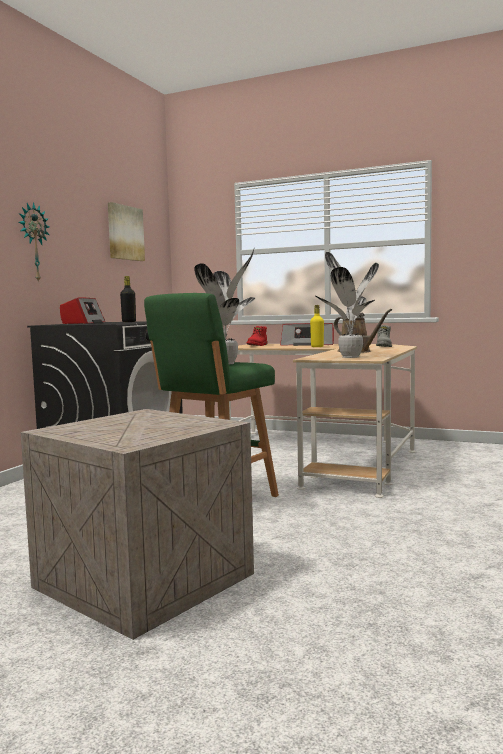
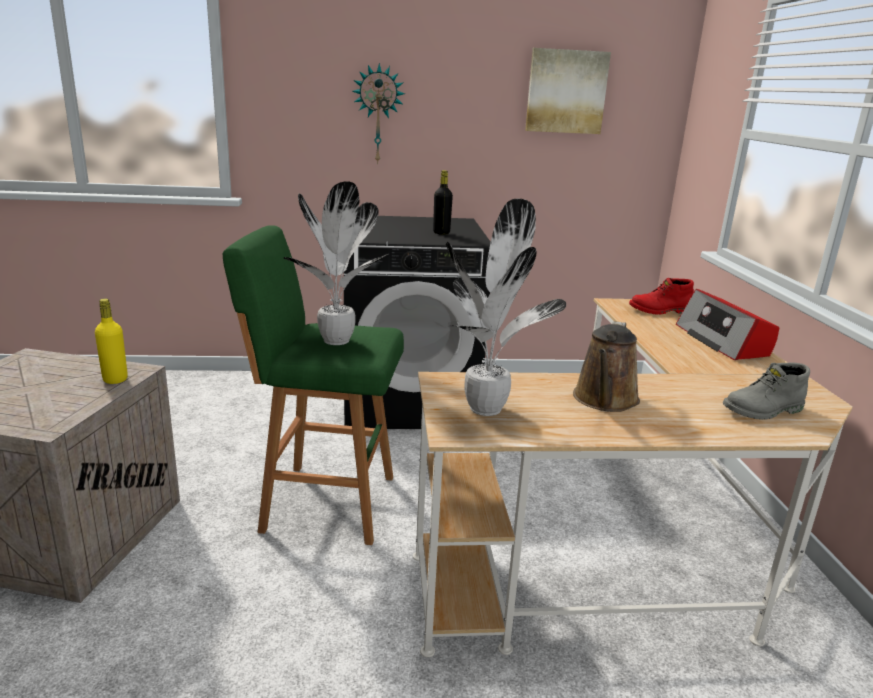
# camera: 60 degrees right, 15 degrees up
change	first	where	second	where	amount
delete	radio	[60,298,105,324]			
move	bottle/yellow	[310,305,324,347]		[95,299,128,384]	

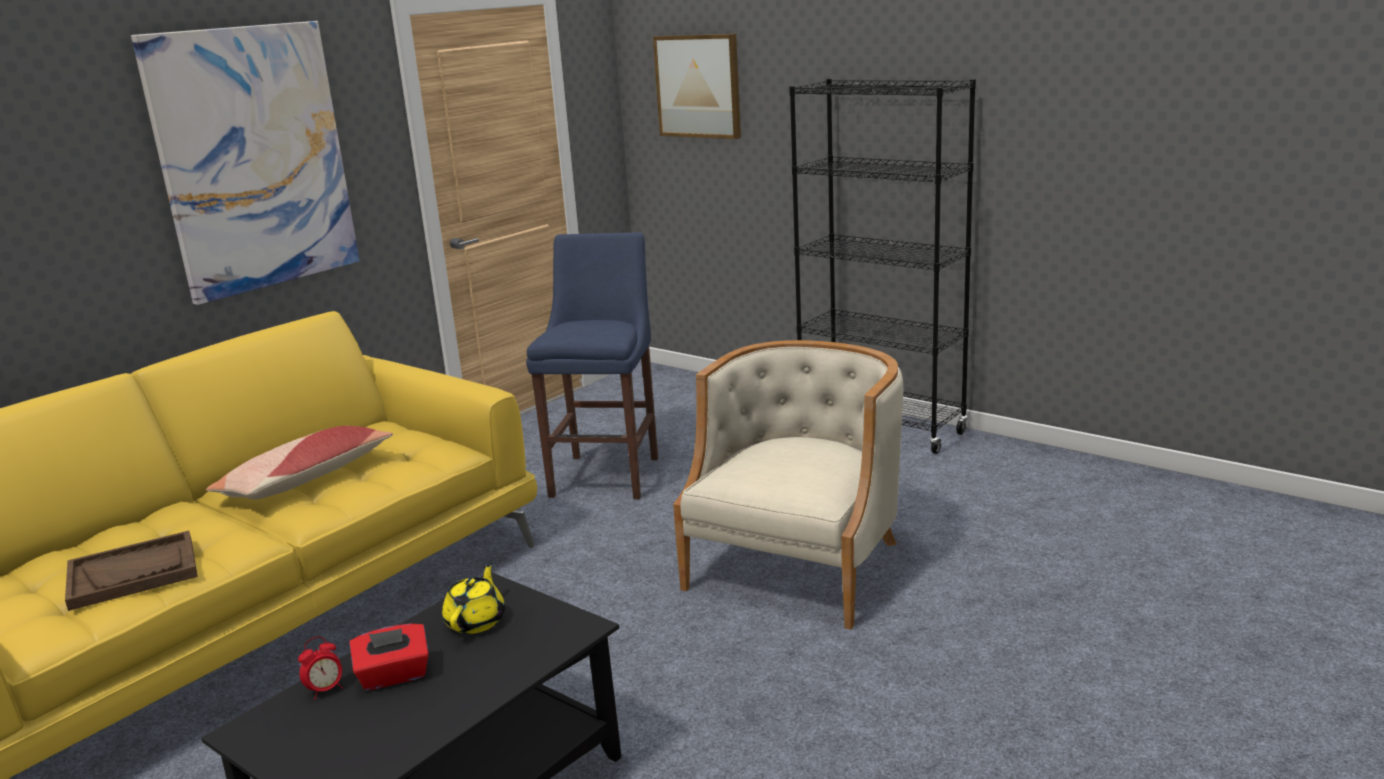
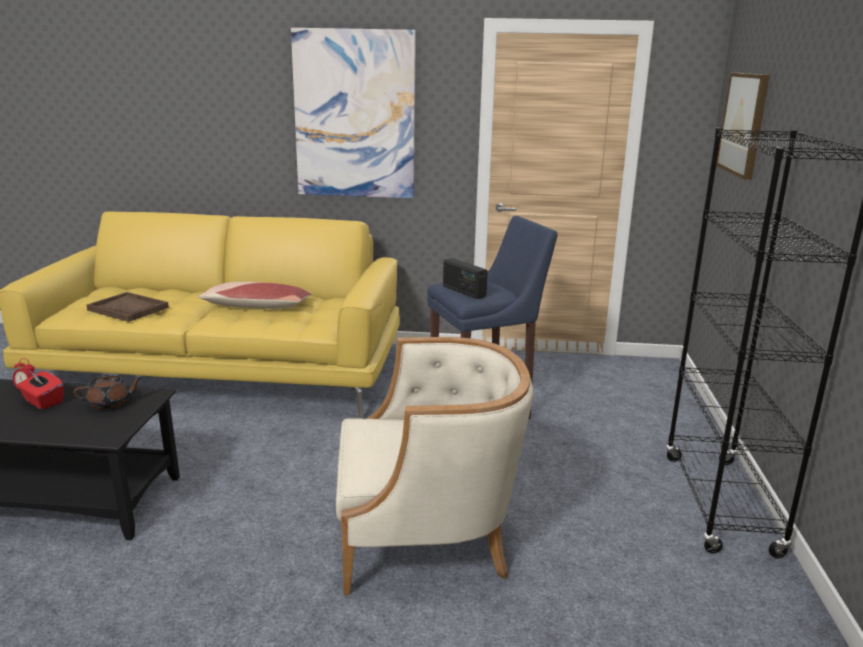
# camera: 55 degrees right, 0 degrees up
change	first	where	second	where	amount
recolor	teapot/yellow	[442,562,505,634]	teapot/brown	[73,375,143,410]	
insert			radio	[443,258,488,299]	

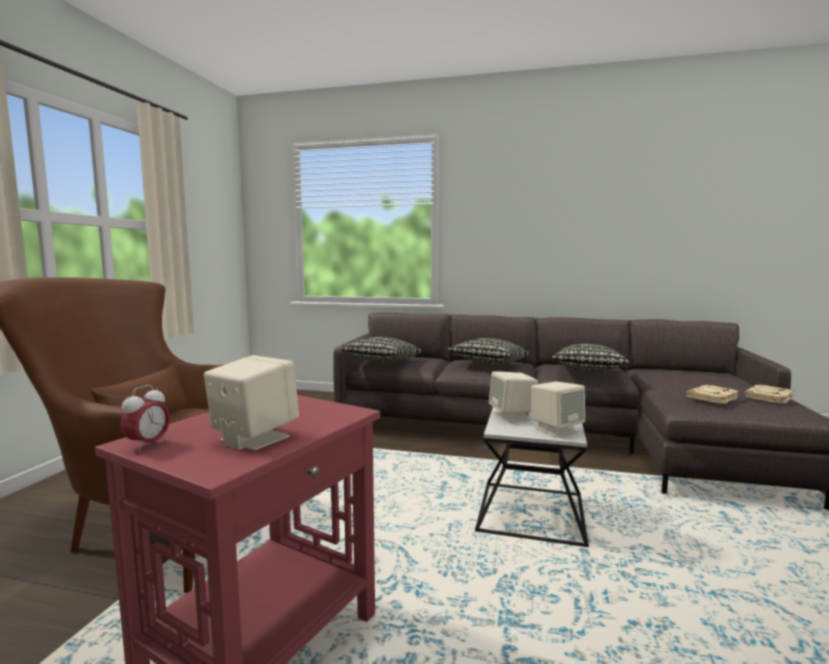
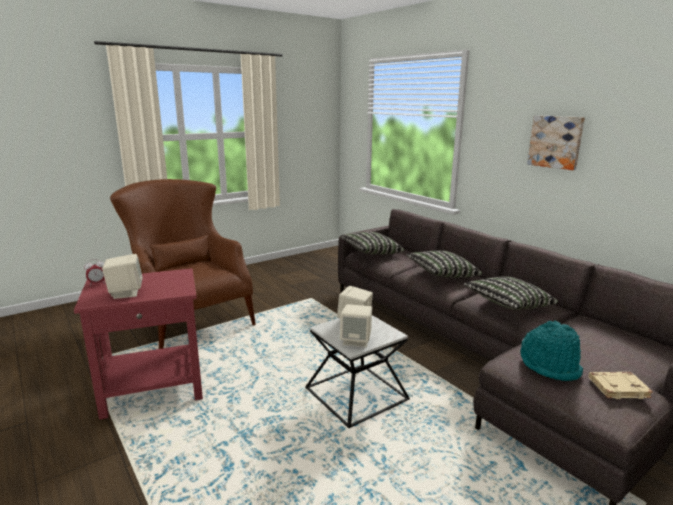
# camera: 40 degrees right, 10 degrees up
change	first	where	second	where	amount
replace	volume/beige-coloured	[687,385,740,404]	wearable hat/turquoise-coloured	[520,320,583,381]	
insert			wall art	[527,115,585,170]	

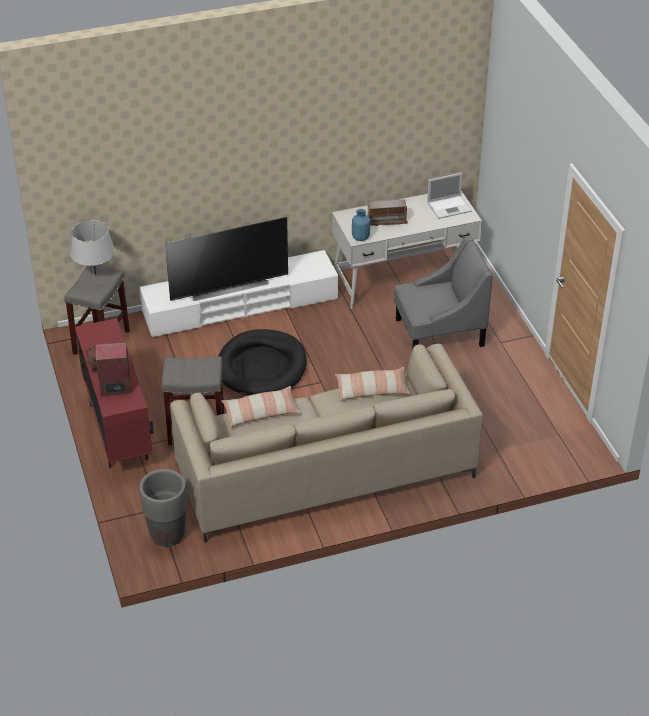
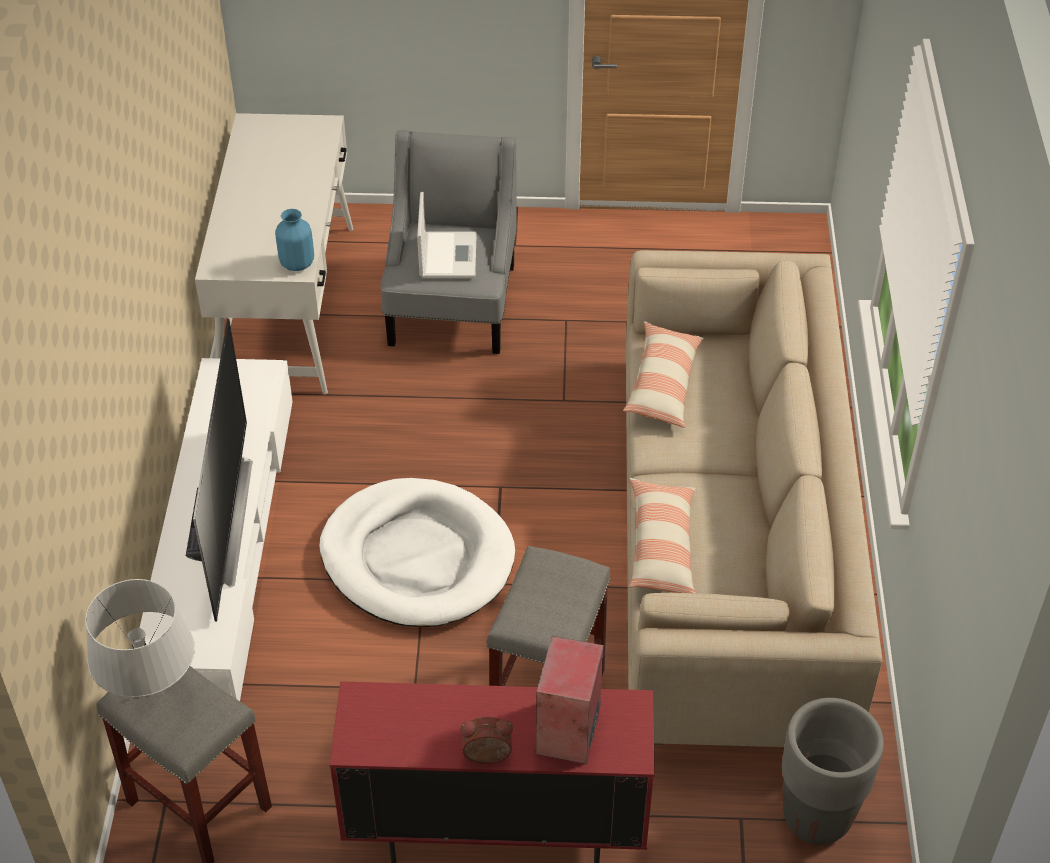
# camera: 70 degrees left, 5 degrees up
change	first	where	second	where	amount
move	notebook computer	[427,173,471,219]		[417,192,477,278]	
delete	radio	[368,199,408,226]			
recolor	pet bed/black-coloured	[218,329,306,396]	pet bed/white	[320,478,515,627]	

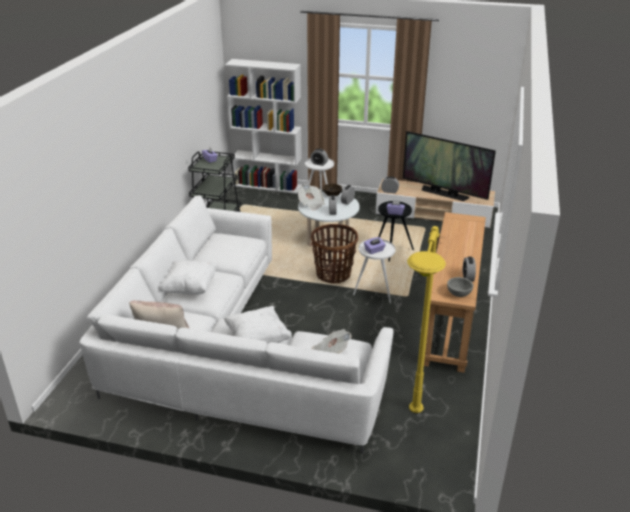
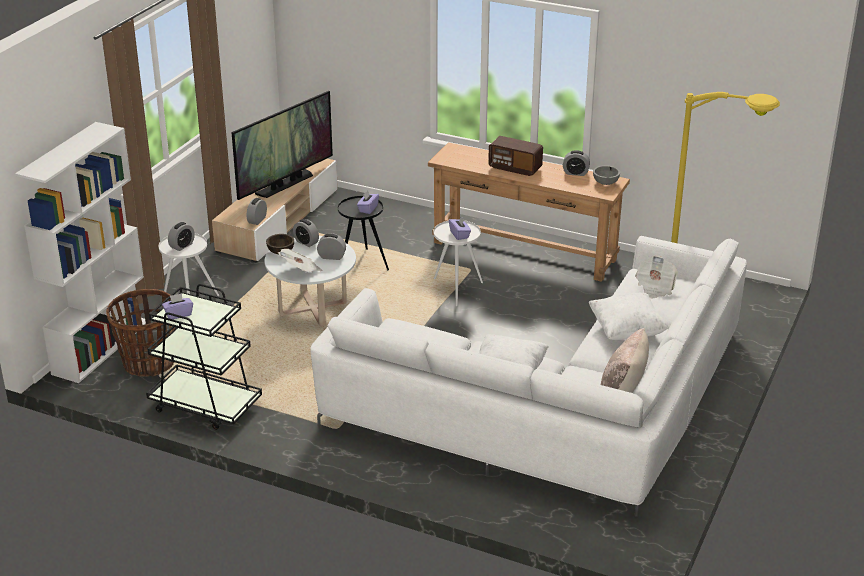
# camera: 80 degrees left, 0 degrees up
change	first	where	second	where	amount
move	storage basket	[311,224,358,284]		[106,289,176,377]	
insert			radio	[488,136,543,176]	

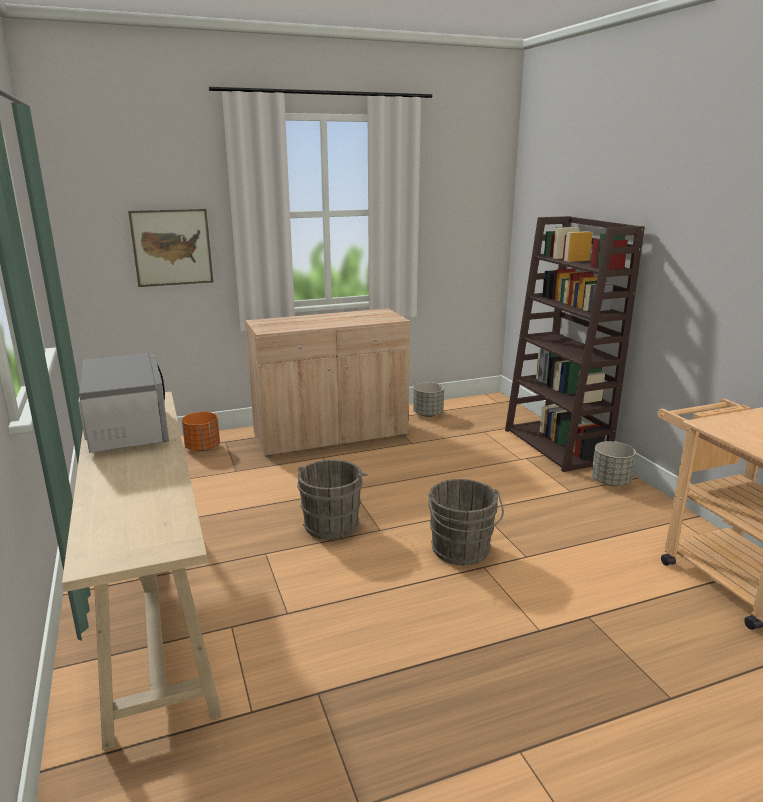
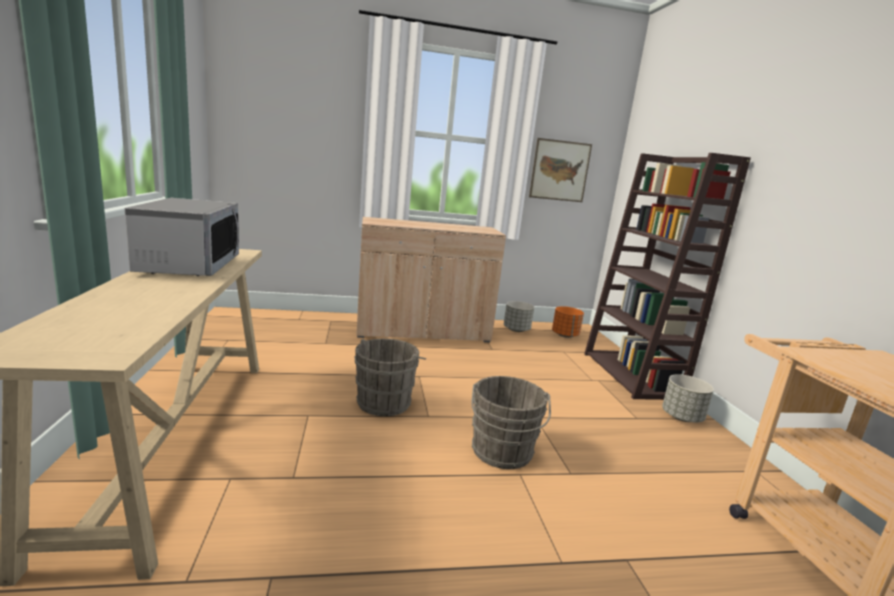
# camera: 10 degrees right, 5 degrees down
change	first	where	second	where	amount
move	wall art	[128,209,213,287]		[529,138,592,202]	
move	flower pot/orange	[182,412,220,451]		[552,306,584,338]	

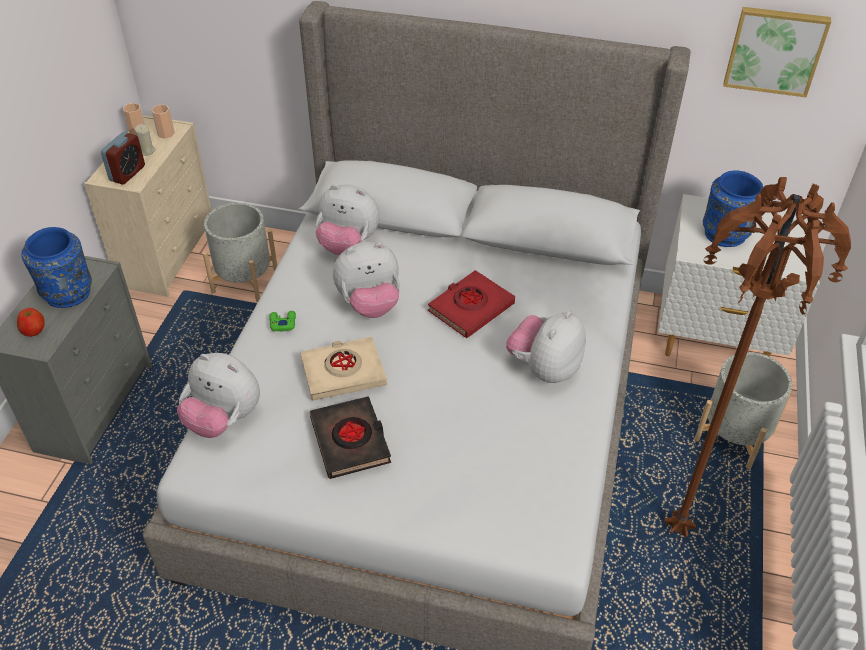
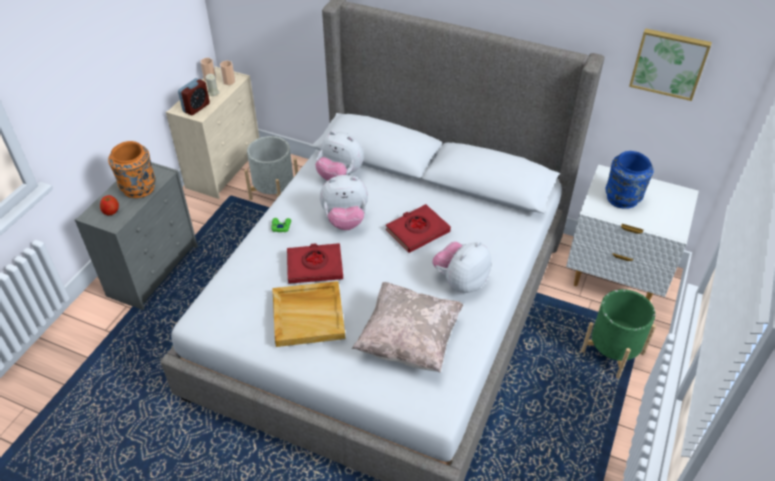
# camera: 10 degrees right, 0 degrees up
change	first	where	second	where	amount
delete	standing lamp/brown	[664,177,851,538]			
recolor	vase/bluish	[21,227,92,308]	vase/orange	[108,141,156,198]	
recolor	volume/beige-coloured	[300,337,387,401]	volume/red	[287,243,343,284]	
recolor	flower pot/greyish	[695,352,792,469]	flower pot/greenish	[581,289,656,379]	
delete	soft toy	[177,353,260,438]			
replace	volume/black-coloured	[310,396,391,479]	serving tray/beige-coloured	[272,281,345,347]	
insert			pillow/beige-coloured	[352,282,463,373]	

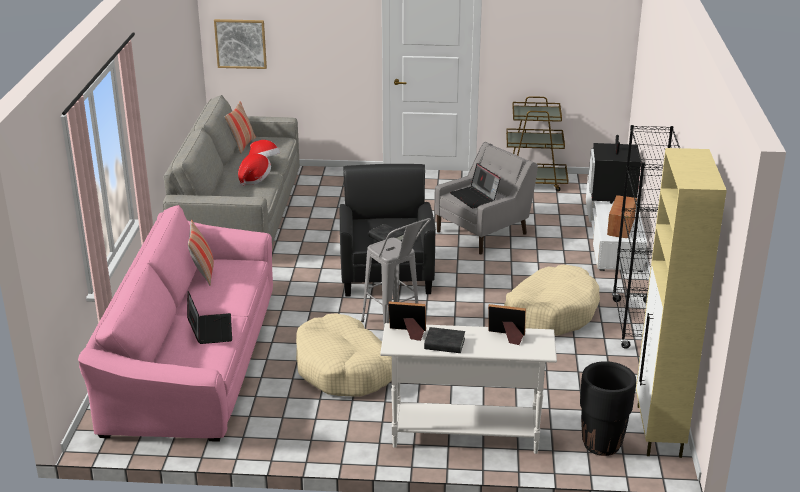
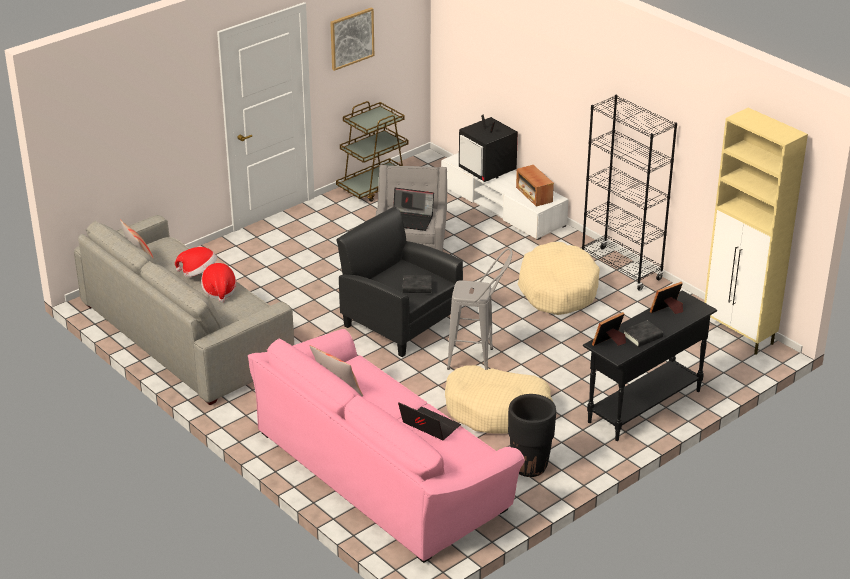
# camera: 45 degrees left, 5 degrees up
change	first	where	second	where	amount
move	wall art	[214,19,267,69]		[330,8,374,71]	
recolor	narrow table/white	[380,323,557,454]	narrow table/black-coloured	[583,290,717,441]	
move	flower pot/black-coloured	[580,361,636,456]		[508,394,556,477]	

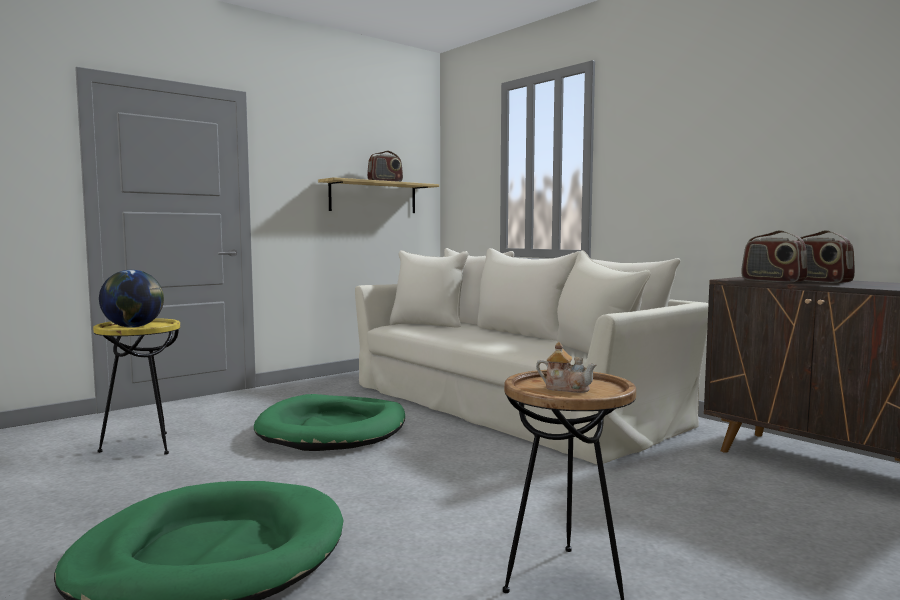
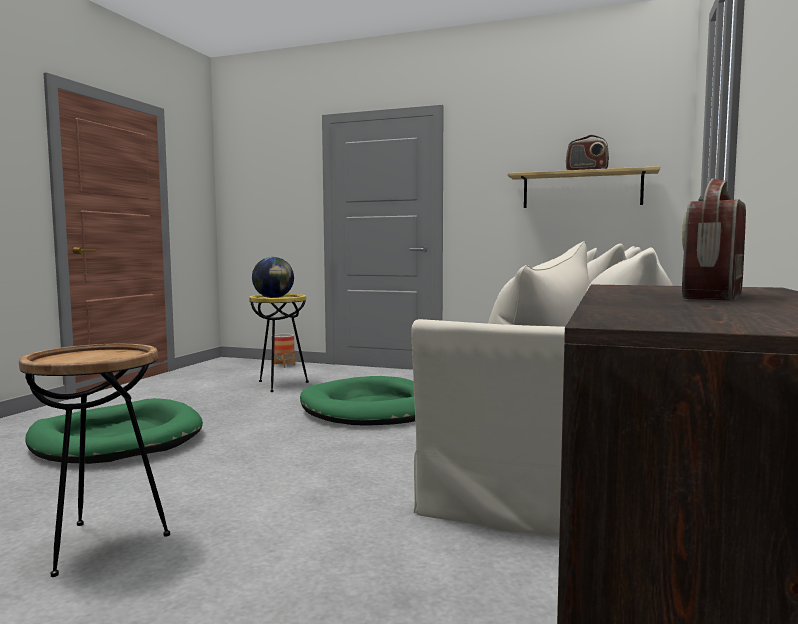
# camera: 60 degrees right, 0 degrees up
change	first	where	second	where	amount
delete	radio	[741,230,808,283]			
delete	teapot	[536,342,596,393]			
insert			flower pot	[271,334,295,368]	

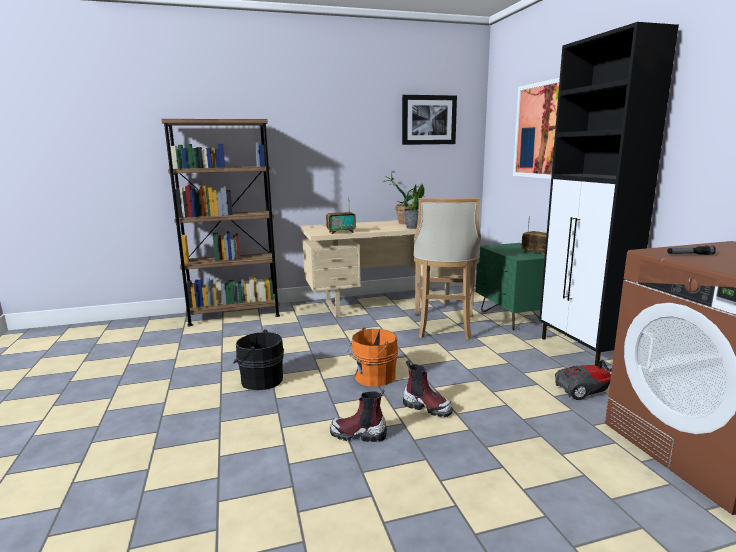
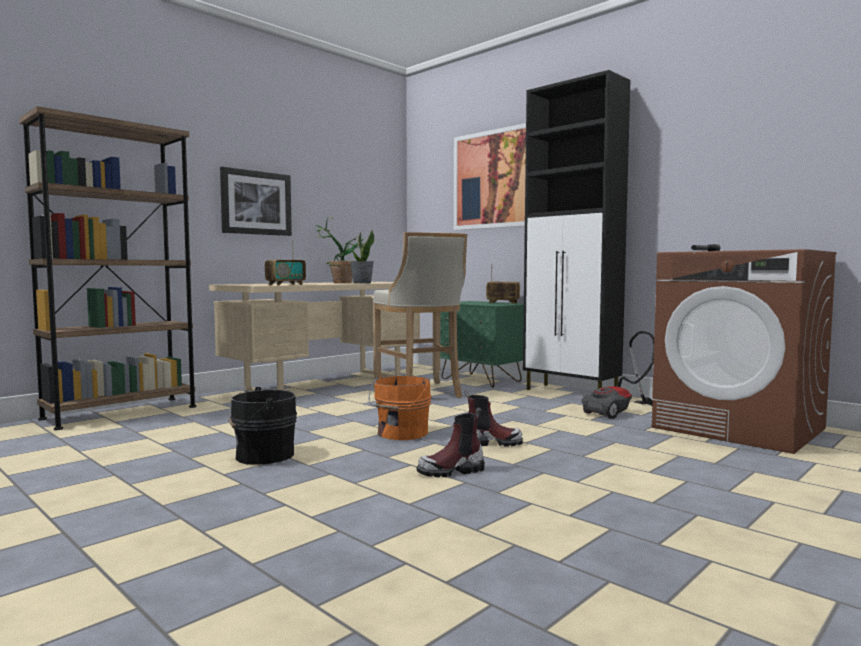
# camera: 30 degrees left, 10 degrees down
change	first	where	second	where	amount
move	wall art	[402,95,457,145]		[220,167,292,236]	

